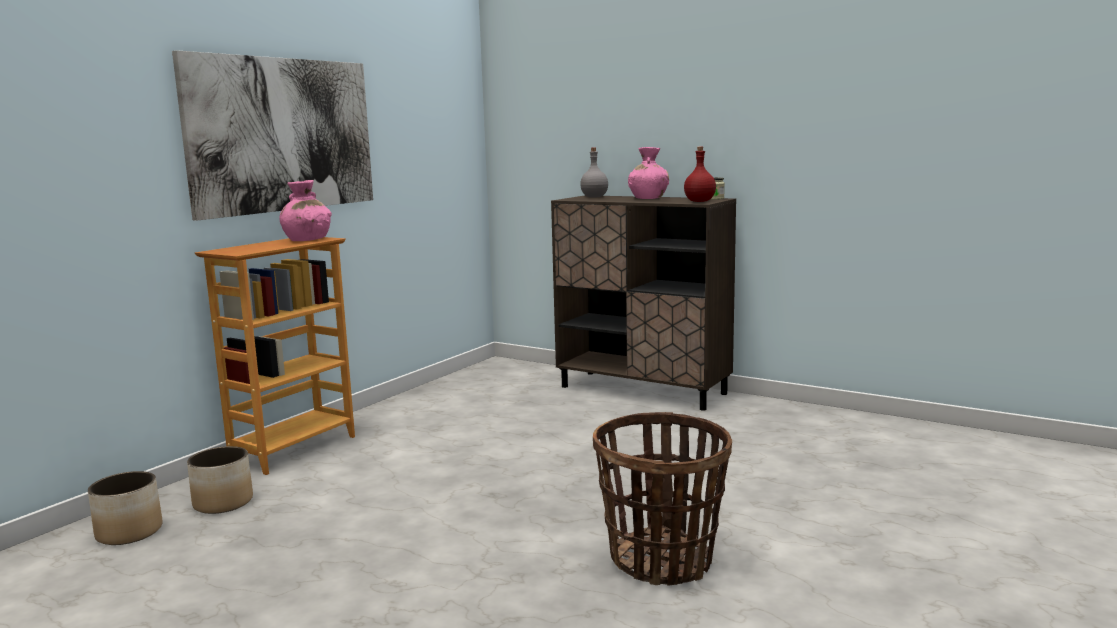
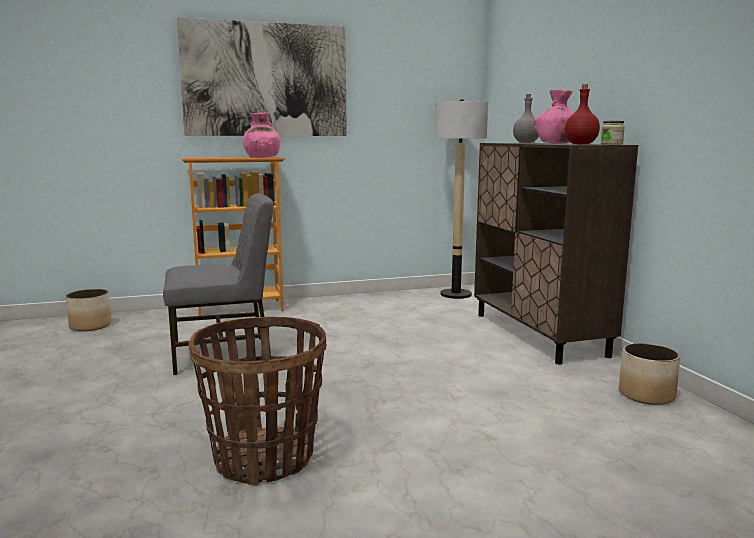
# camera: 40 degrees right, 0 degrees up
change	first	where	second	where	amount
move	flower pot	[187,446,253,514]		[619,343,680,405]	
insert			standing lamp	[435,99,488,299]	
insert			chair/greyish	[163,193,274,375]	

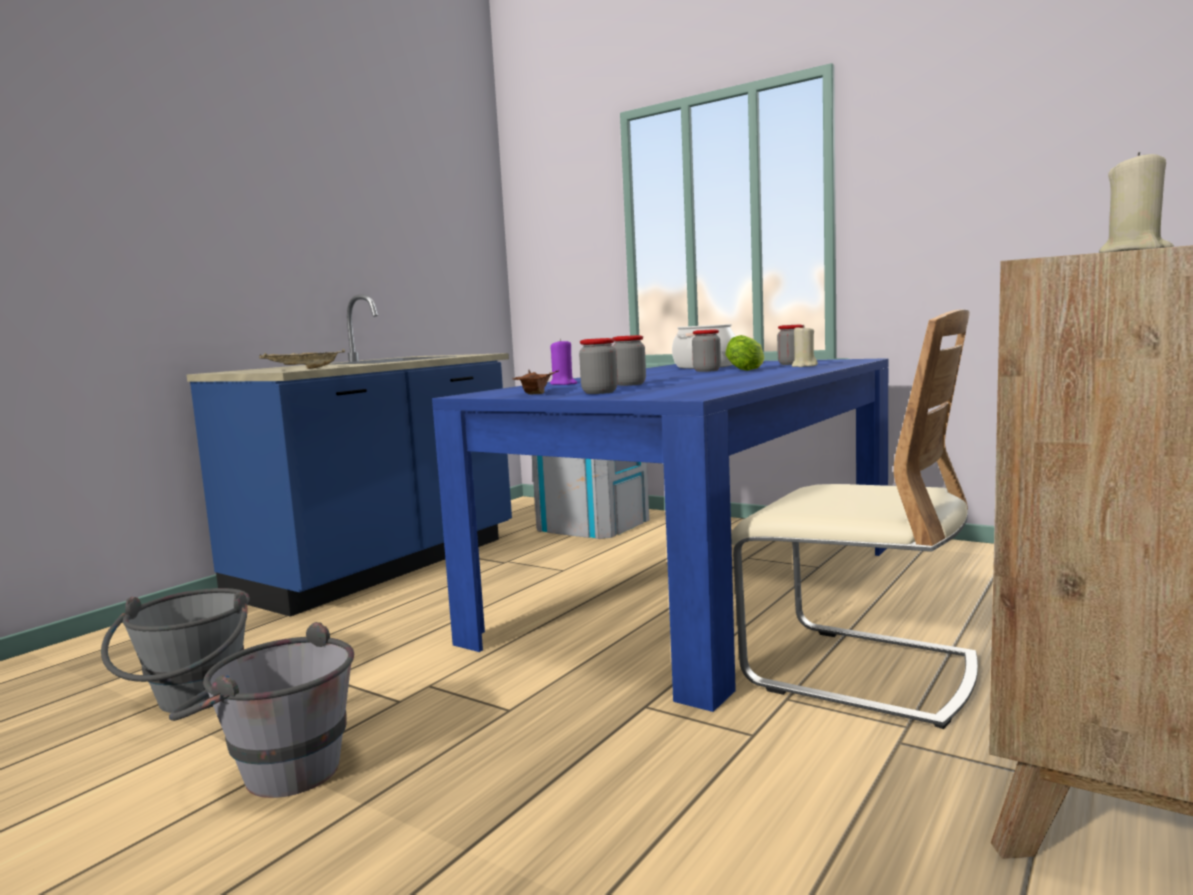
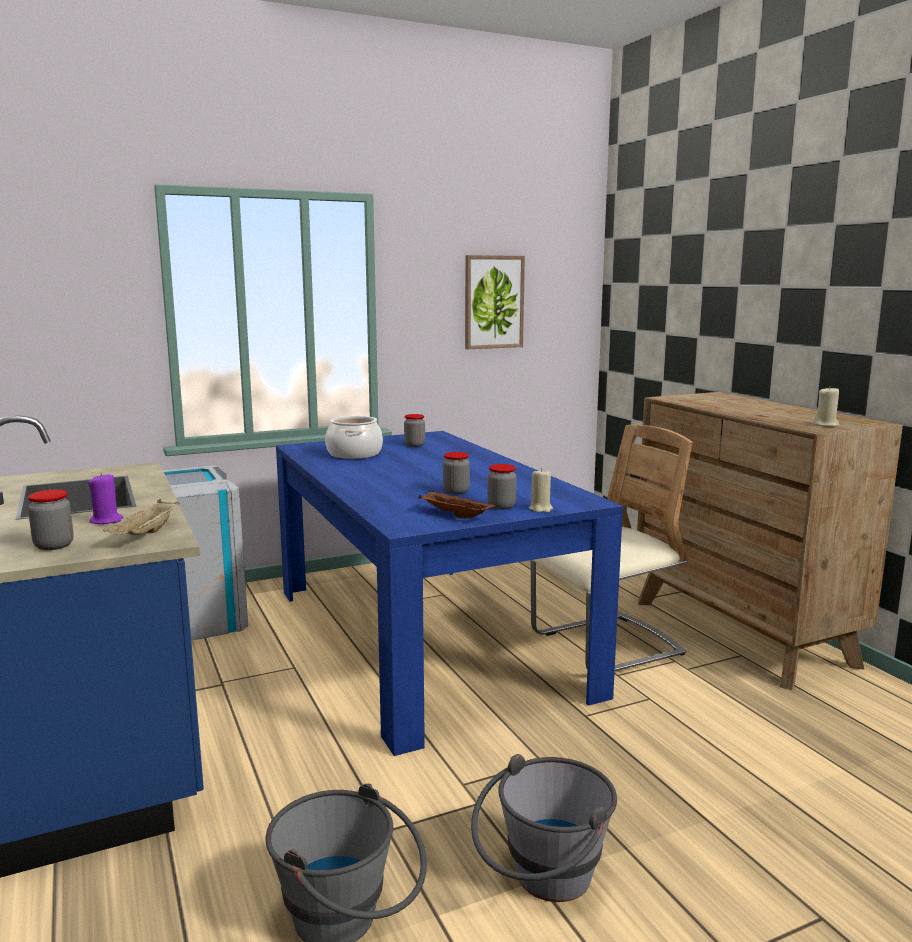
# camera: 60 degrees left, 5 degrees up
change	first	where	second	where	amount
move	wax light/beige-coloured	[792,325,818,367]		[529,468,553,512]	
move	storage jar	[692,329,721,372]		[28,490,74,550]	
delete	lettuce	[725,335,764,371]			
move	wax light/purple	[550,339,577,385]		[88,473,123,524]	
insert			wall art	[465,255,525,349]	

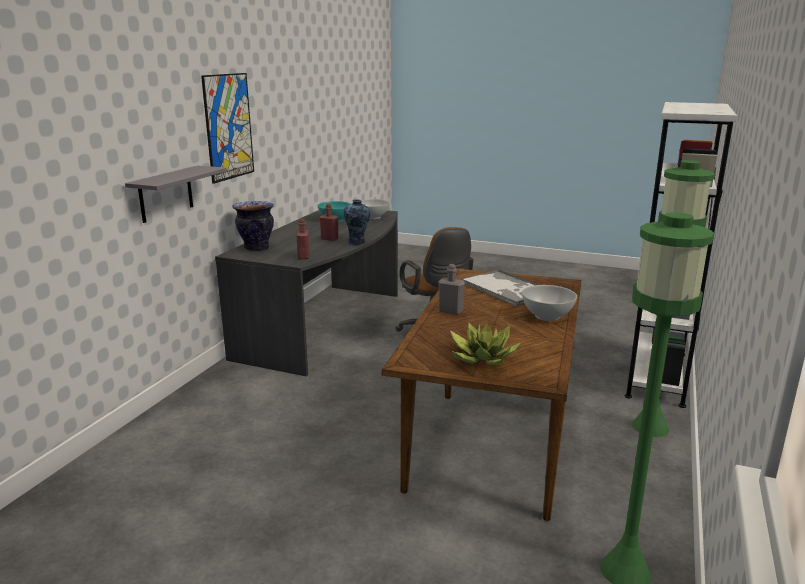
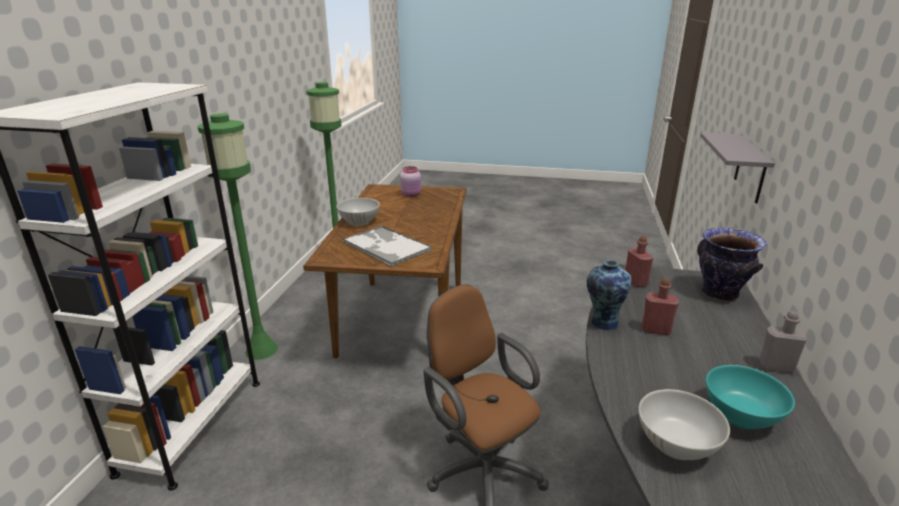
# camera: 170 degrees right, 5 degrees up
change	first	where	second	where	amount
delete	wall art	[201,73,254,184]			
move	bottle/greyish	[438,264,465,315]		[759,311,807,374]	
replace	houseplant	[450,323,521,365]	storage jar/pink-coloured	[400,166,421,197]	

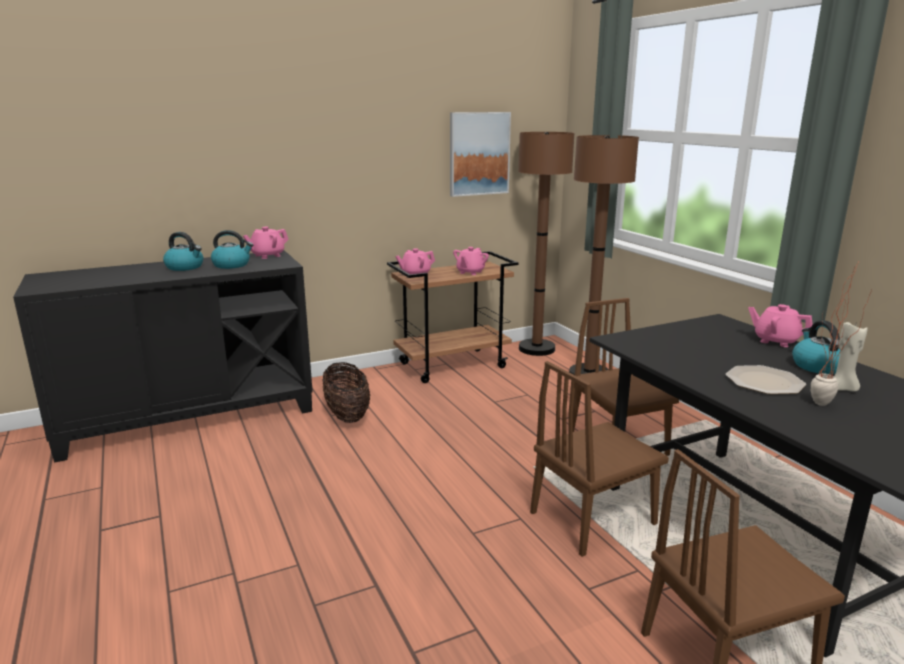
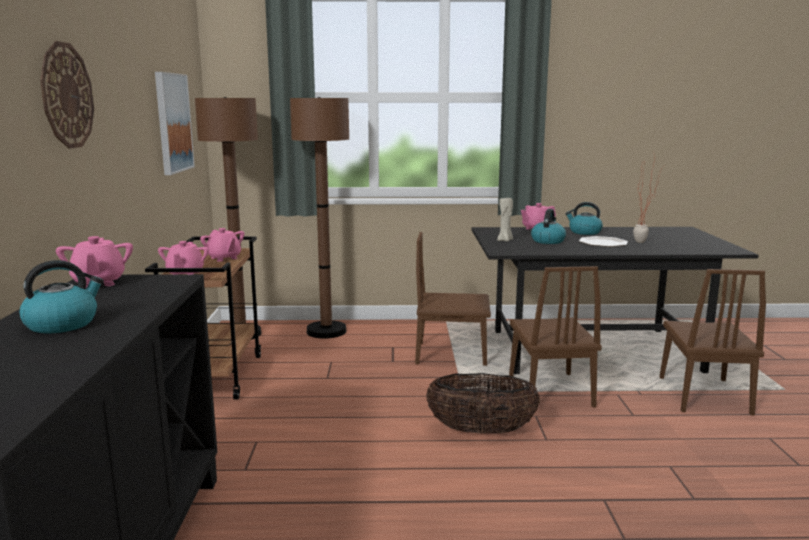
# camera: 65 degrees left, 5 degrees down
change	first	where	second	where	amount
move	kettle	[211,230,253,269]		[531,209,566,244]	
move	wax light/beige-coloured	[834,321,868,392]		[497,196,513,241]	
move	storage basket	[323,362,370,423]		[426,373,540,434]	
insert			hanging clock	[40,41,94,149]	

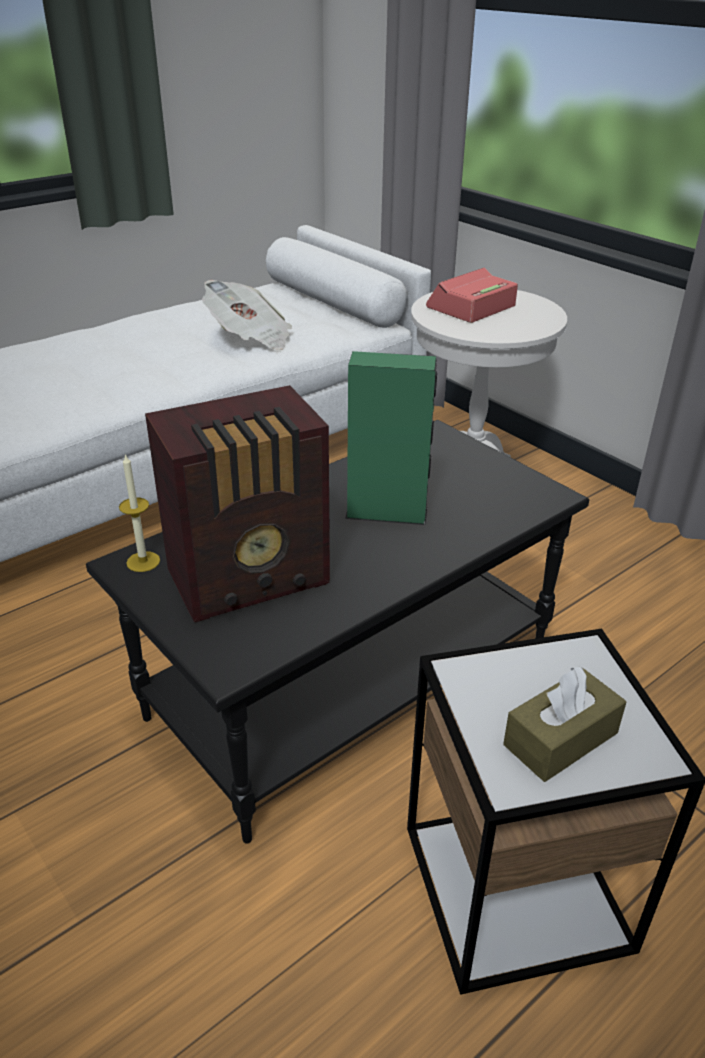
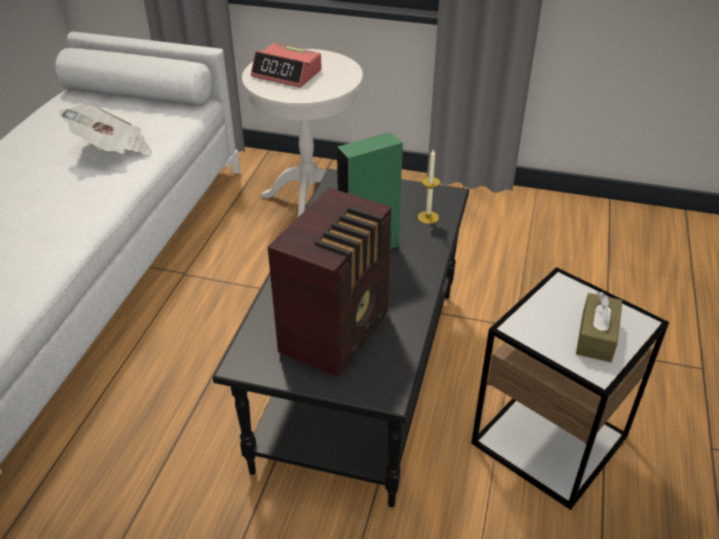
# camera: 35 degrees left, 5 degrees up
change	first	where	second	where	amount
rotate	table clock	[426,267,518,323]		[251,43,322,88]	75 degrees counterclockwise
move	wax light	[119,453,160,572]		[418,150,440,224]	

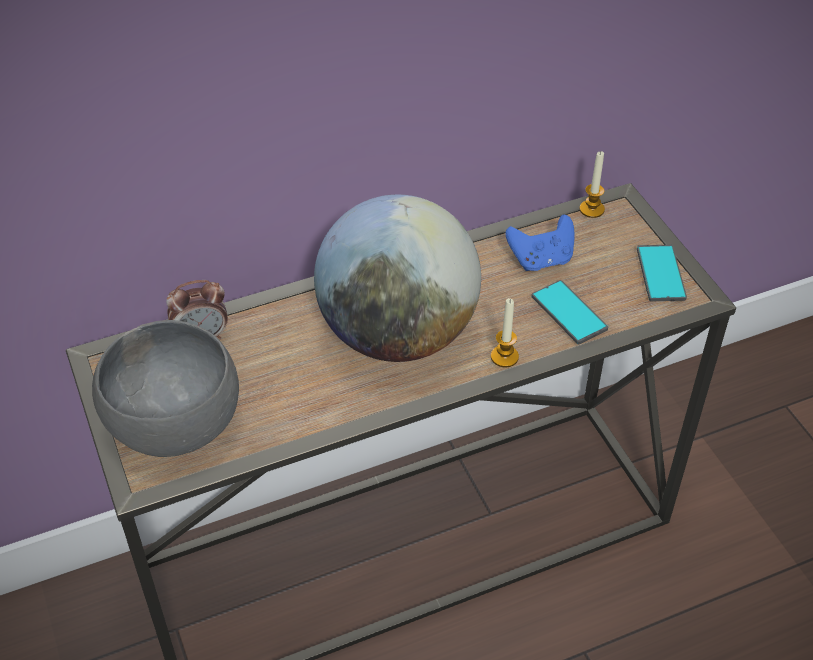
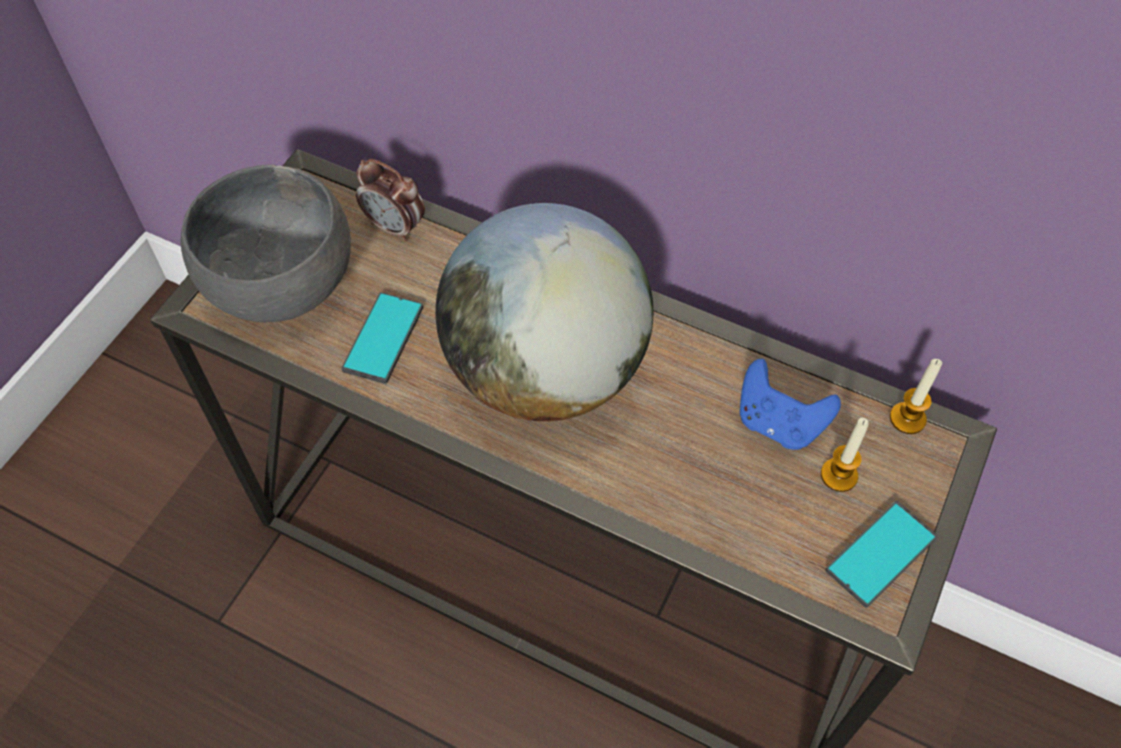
# camera: 50 degrees right, 10 degrees up
change	first	where	second	where	amount
move	phone	[532,280,608,344]		[341,292,423,384]	
move	wax light	[491,298,519,367]		[821,417,869,492]	

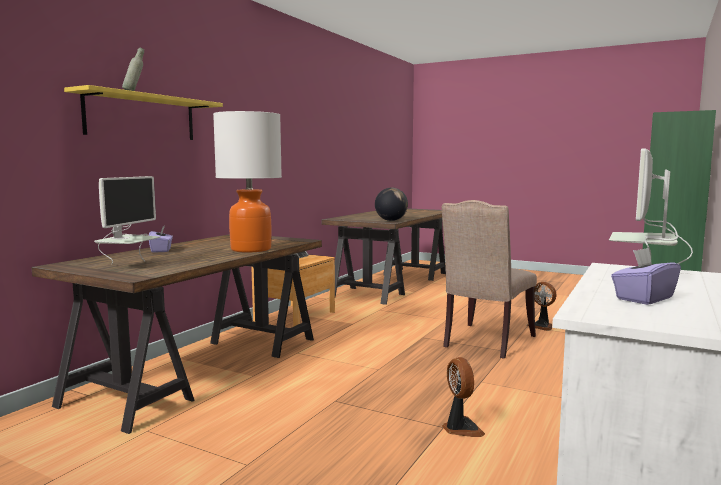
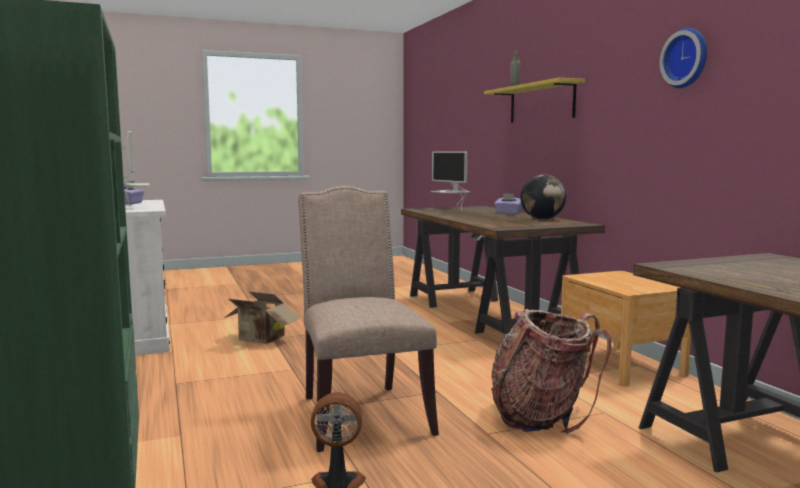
# camera: 130 degrees right, 0 degrees up
change	first	where	second	where	amount
delete	tabletop lamp	[213,111,282,253]			
move	globe	[375,188,408,221]		[520,174,566,219]	
replace	electric fan	[442,357,485,437]	packing box	[224,291,300,344]	
insert			hanging clock	[660,28,707,88]	
insert			backpack	[491,309,611,433]	

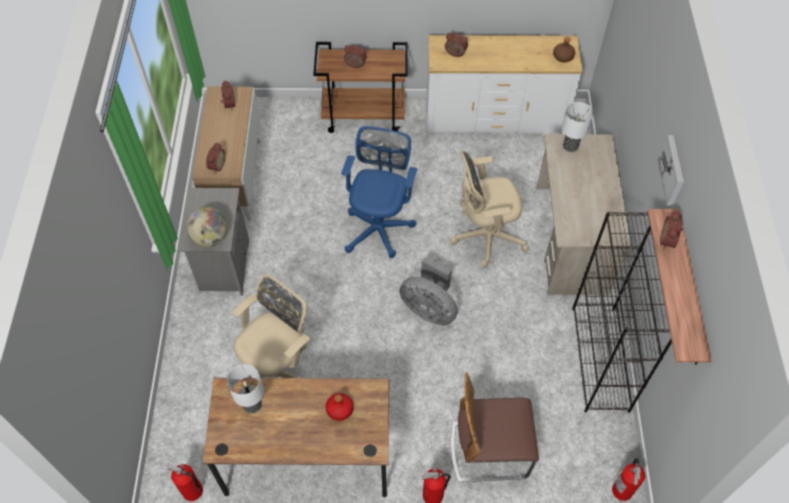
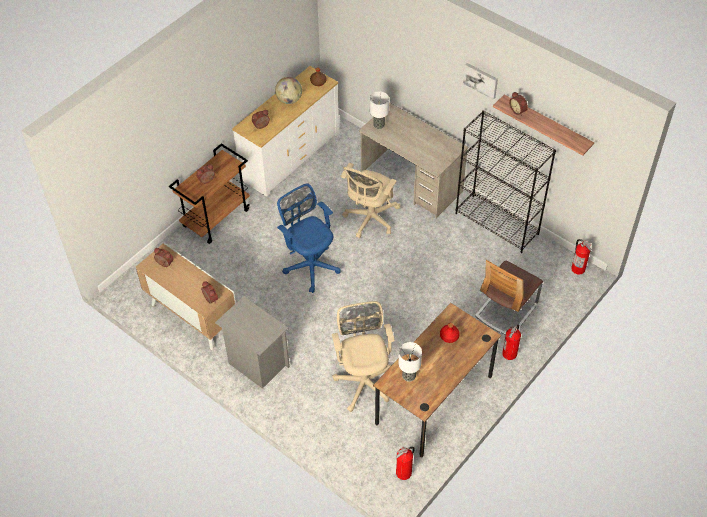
# camera: 50 degrees left, 5 degrees down
change	first	where	second	where	amount
move	globe	[186,207,227,247]		[275,77,302,104]	
delete	electric fan/greyish	[399,257,458,325]			

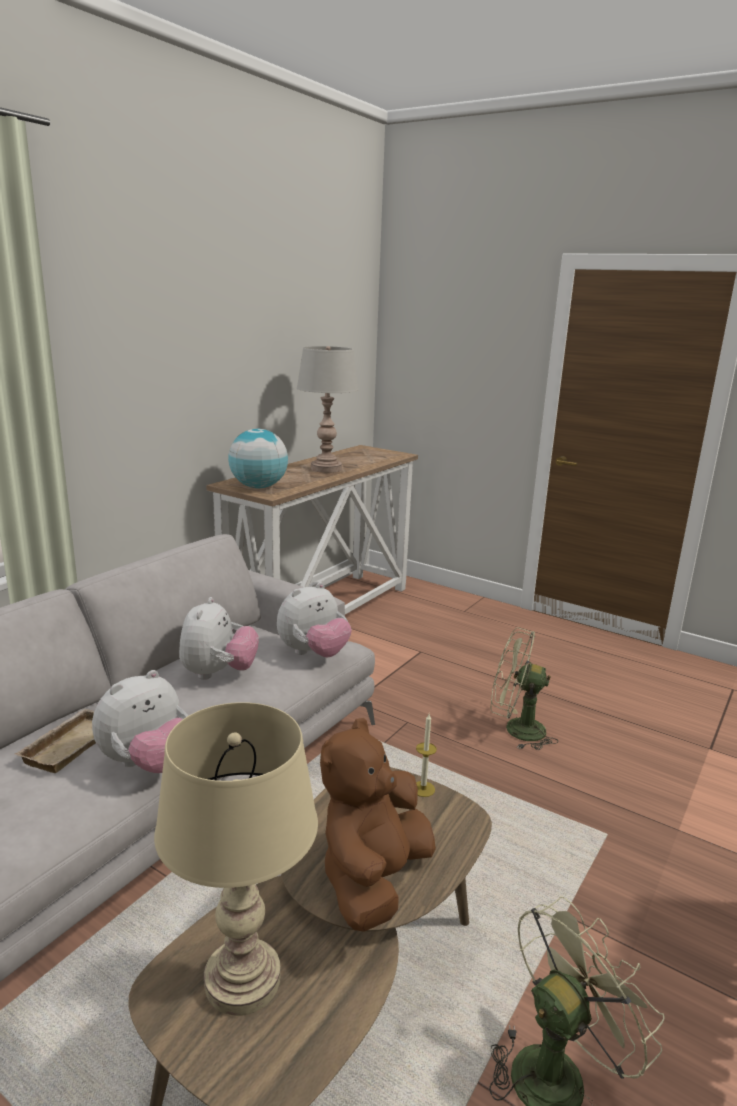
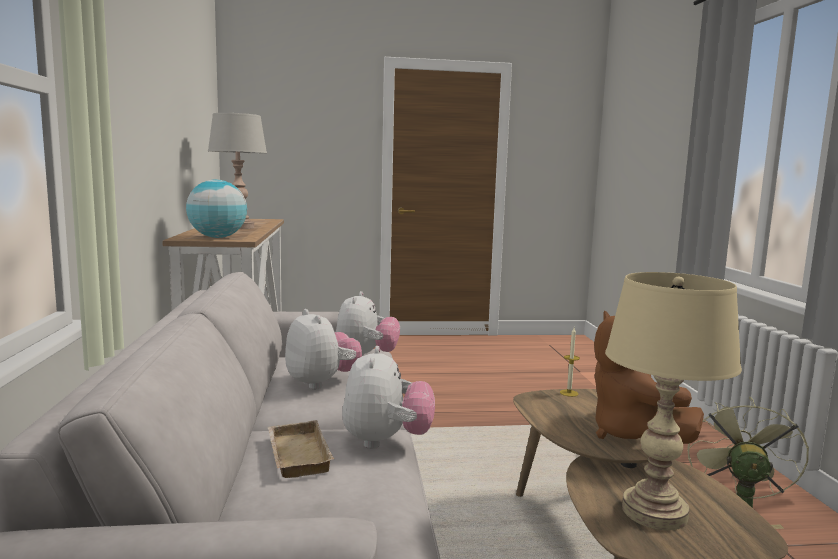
# camera: 40 degrees left, 10 degrees down
change	first	where	second	where	amount
delete	electric fan/greenish	[490,627,558,750]			

